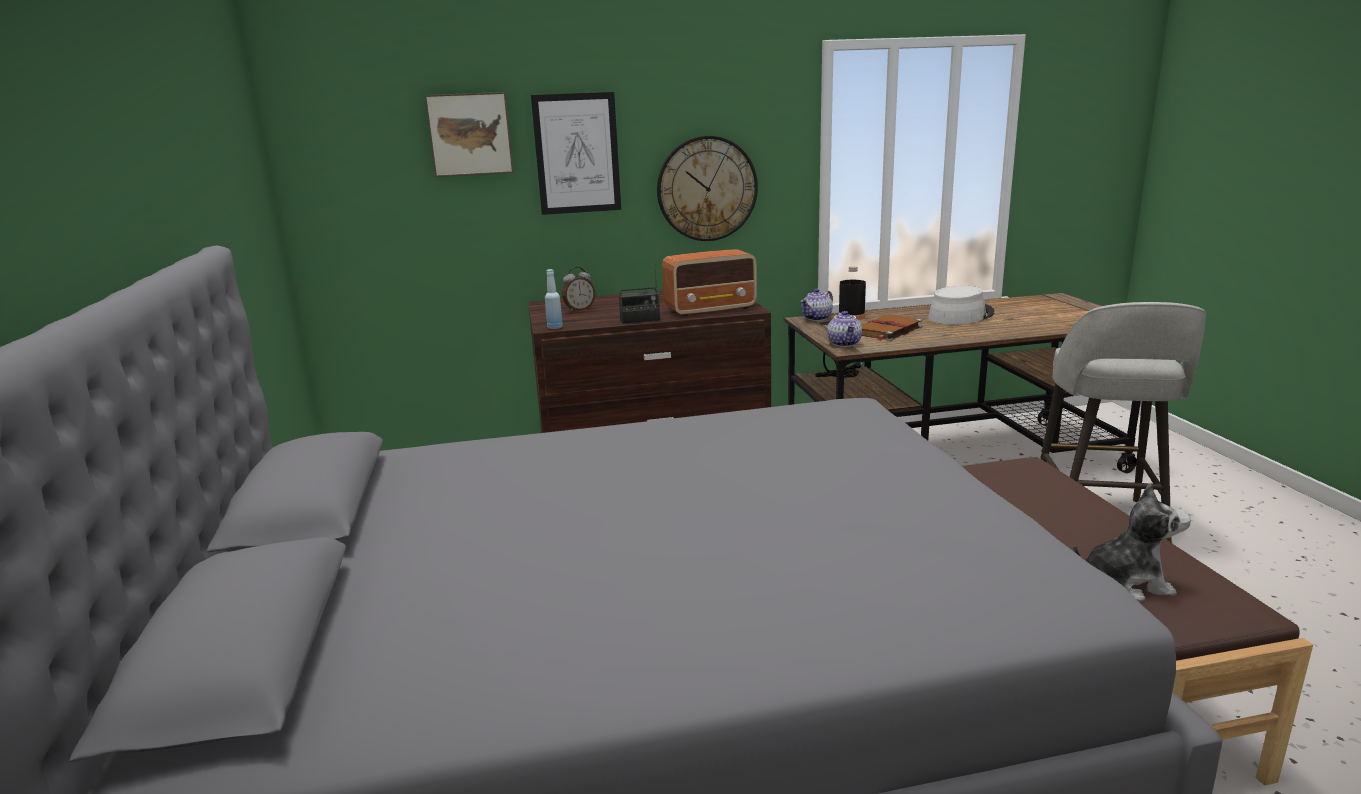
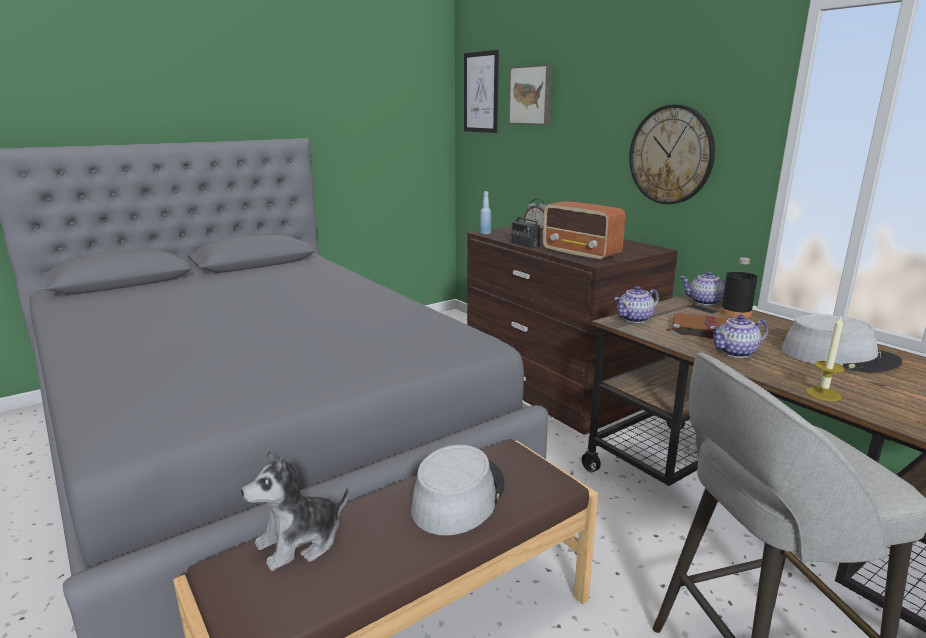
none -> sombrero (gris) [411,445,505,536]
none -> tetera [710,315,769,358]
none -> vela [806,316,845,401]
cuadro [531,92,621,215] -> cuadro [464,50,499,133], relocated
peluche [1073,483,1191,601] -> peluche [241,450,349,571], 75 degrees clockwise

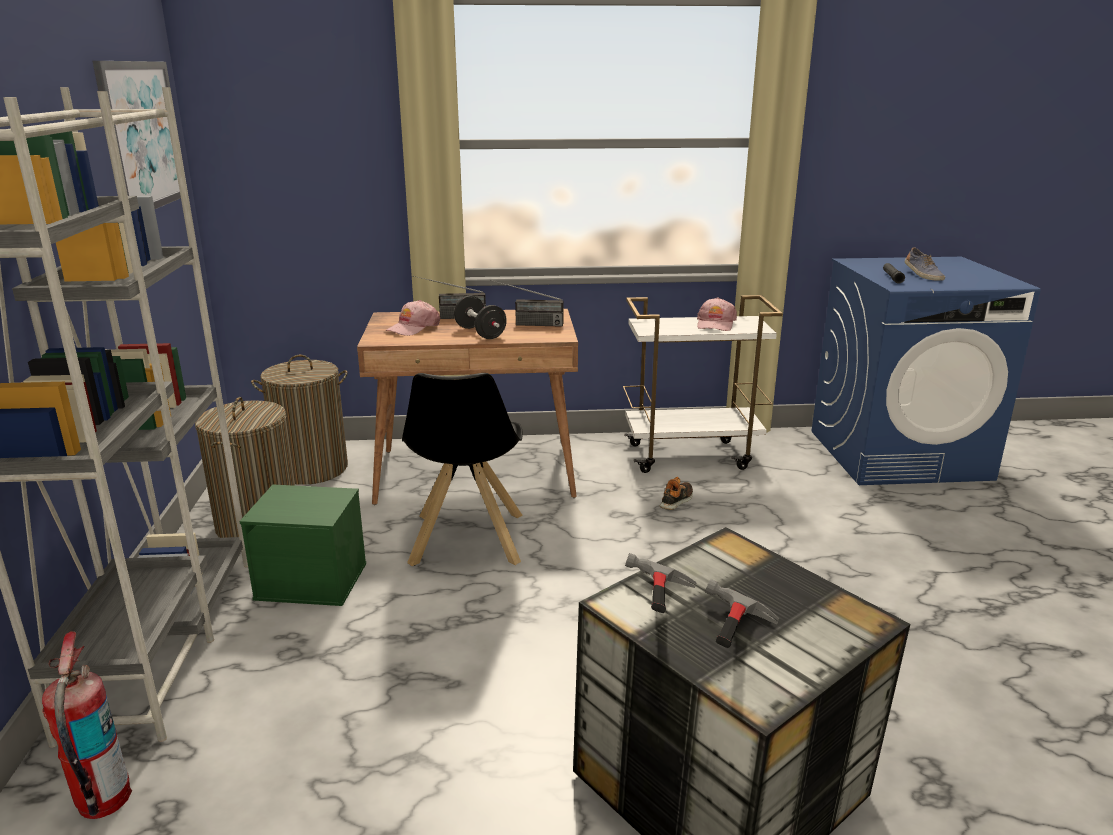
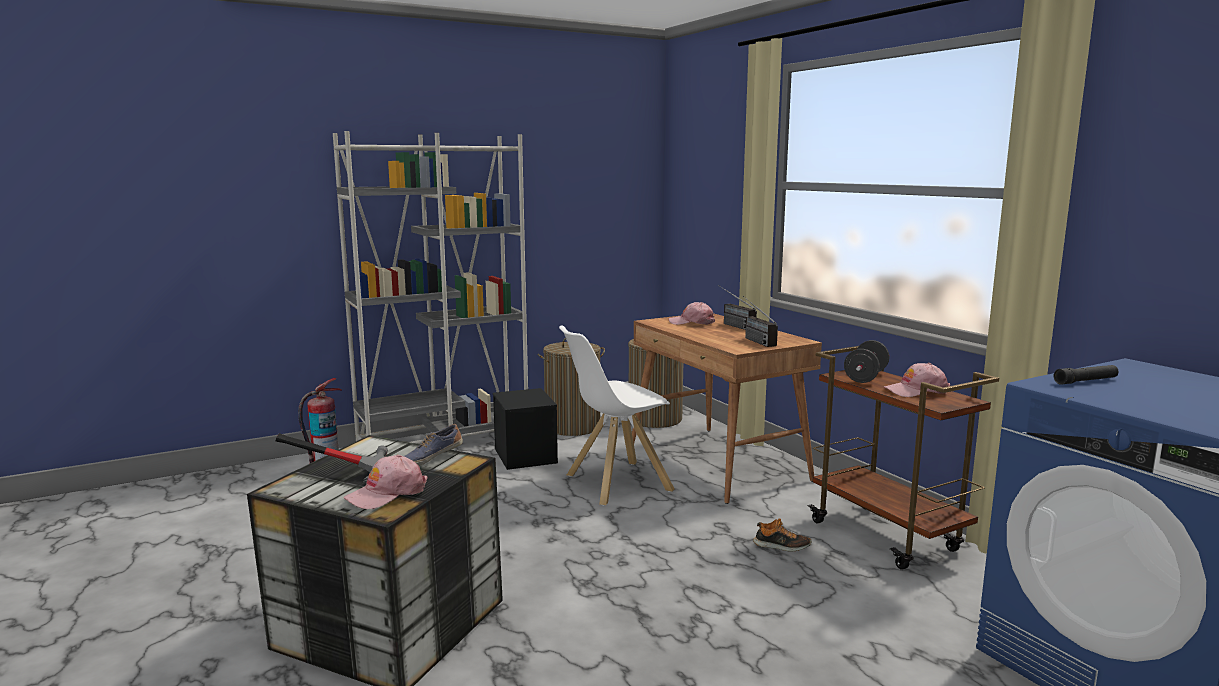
cuadro [93,61,181,209] -> none
martillo [625,553,697,613] -> none
none -> gorra (rosa) [344,455,428,509]
mancuerna (negro) [454,296,507,339] -> mancuerna (negro) [844,340,889,383], relocated
zapato [905,247,945,281] -> zapato [404,424,463,466], relocated
caja de almacenaje (verde) [239,485,366,606] -> caja de almacenaje (negro) [493,388,558,470]
silla (negro) [402,373,523,566] -> silla (blanco) [559,325,675,505]
carrito (blanco) [623,295,783,473] -> carrito (marrón) [807,346,999,570]

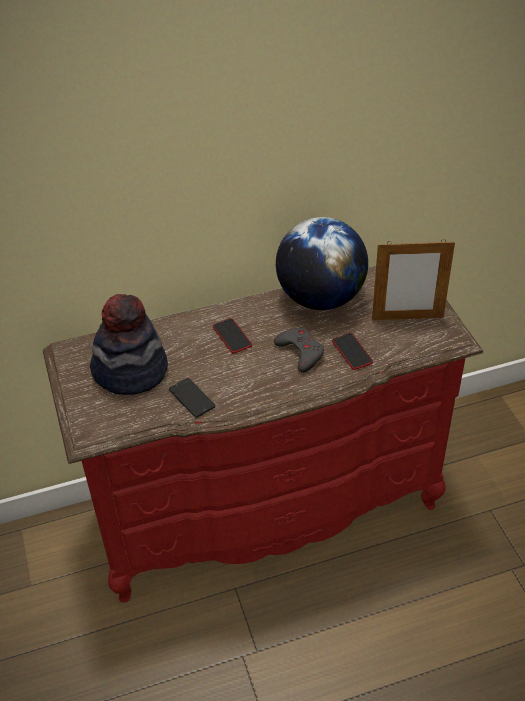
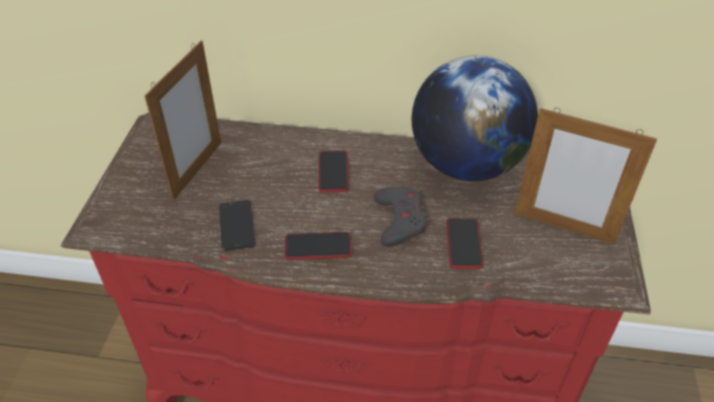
none -> móvil [284,232,352,260]
sombrero [90,294,168,395] -> portarretratos [144,40,221,200]

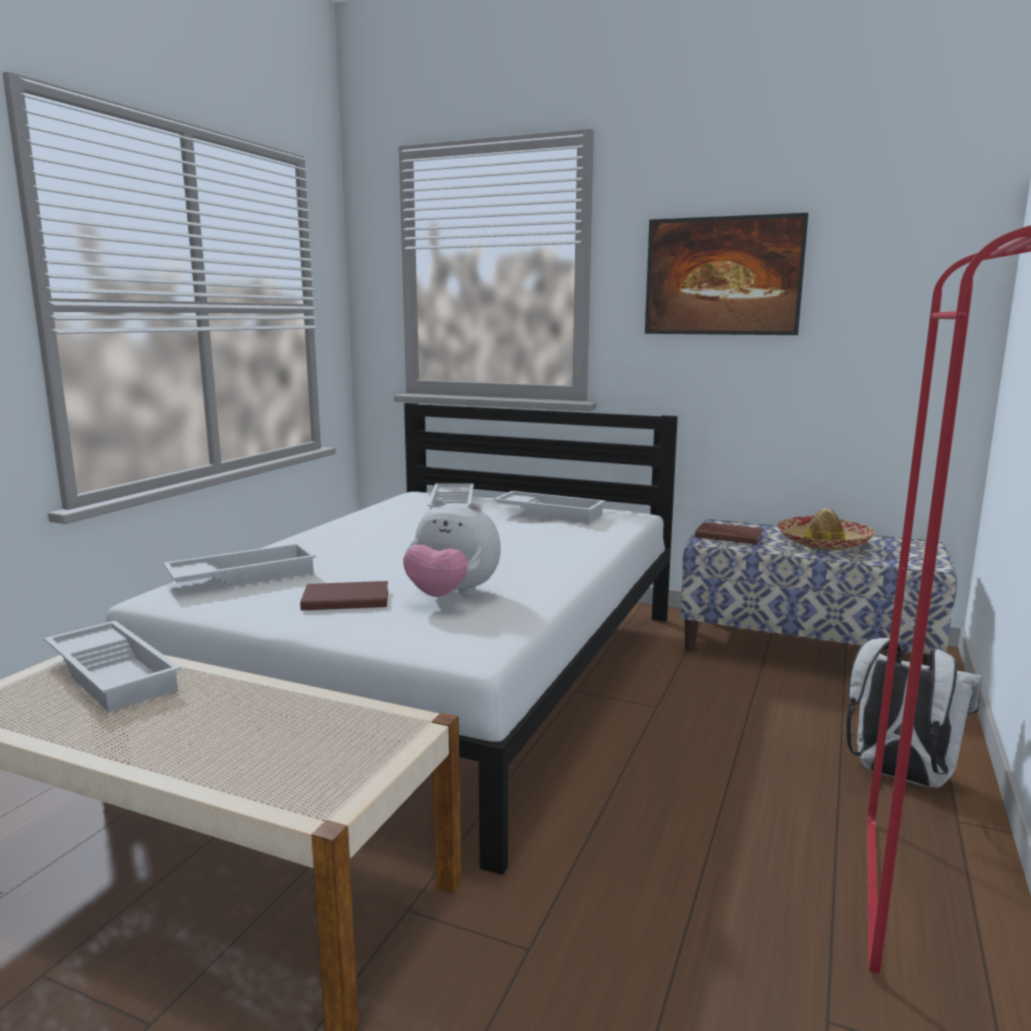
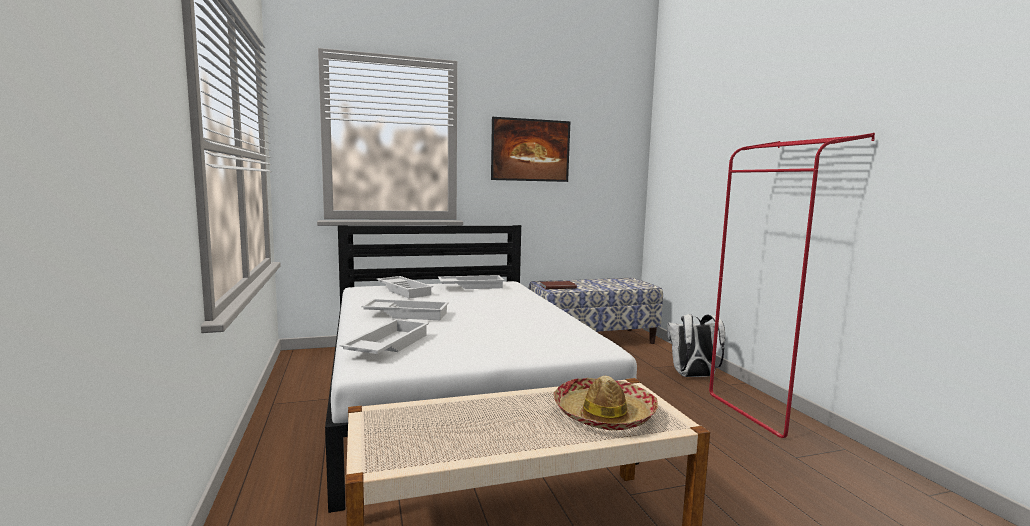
libro (marrón) [300,581,388,611] -> none
peluche [403,498,501,597] -> none
bandeja (blanco) [44,621,181,712] -> bandeja (blanco) [361,299,449,320], relocated
sombrero [777,508,875,550] -> sombrero [553,376,658,430], relocated

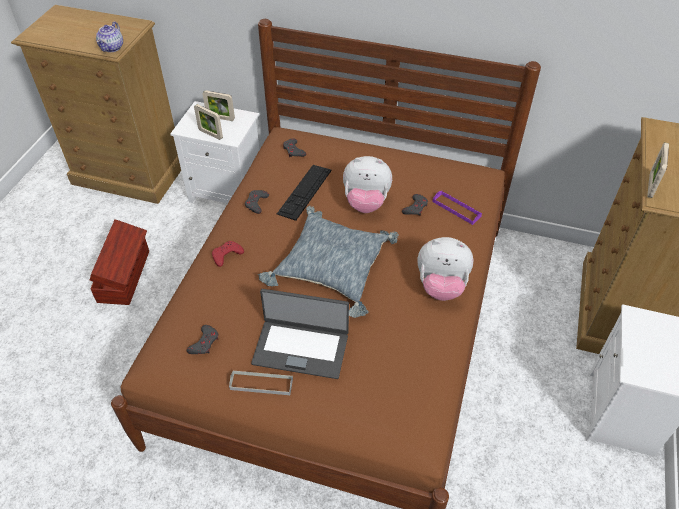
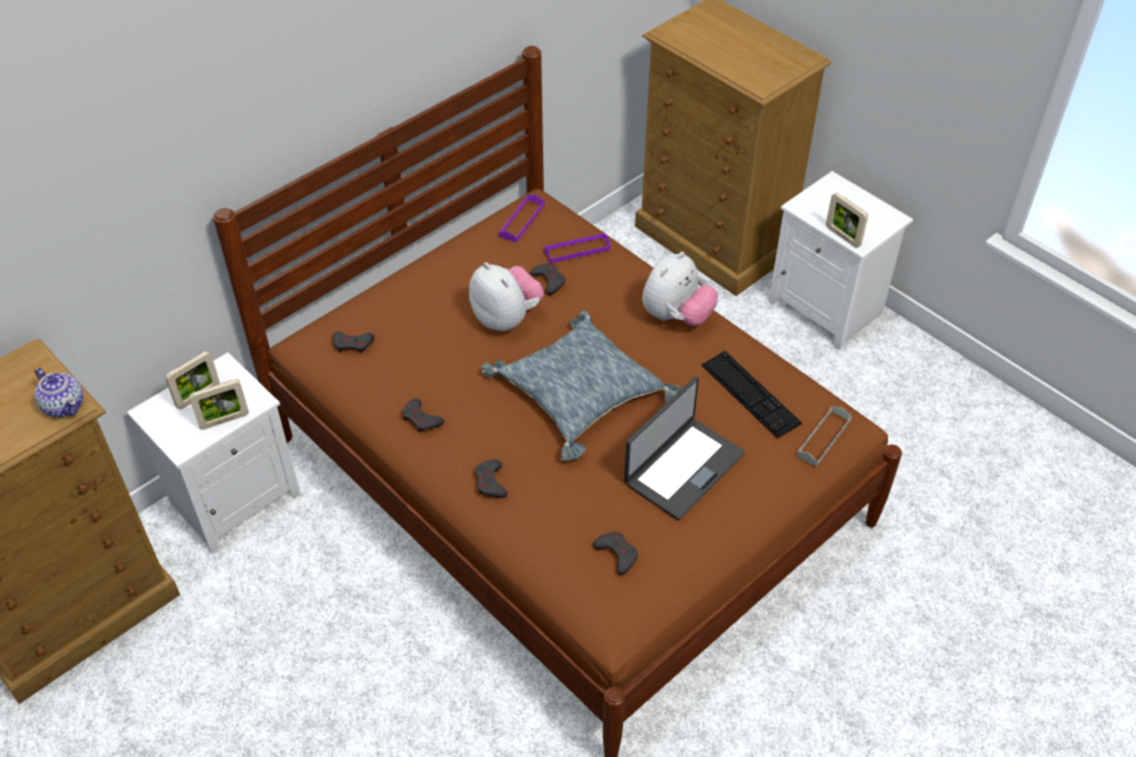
caja de almacenaje (marrón) [90,219,149,305] -> none
none -> bandeja (morado) [499,194,544,242]
bandeja (gris) [229,370,293,395] -> bandeja (gris) [796,406,852,467], relocated
teclado [277,165,331,221] -> teclado [701,351,802,438], relocated
portarretratos [647,142,669,198] -> portarretratos [826,193,868,248], relocated
mando de consola (rojo) [212,241,244,267] -> mando de consola (gris) [475,460,508,498]
peluche [343,156,392,213] -> peluche [469,262,544,332], 75 degrees counterclockwise

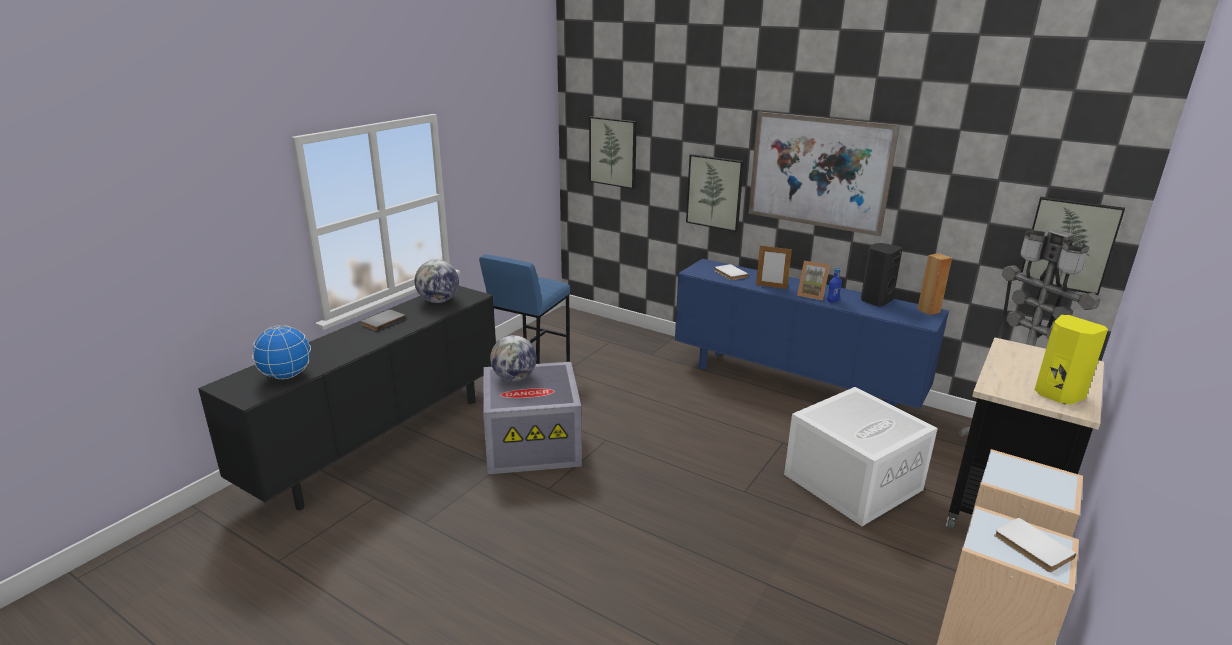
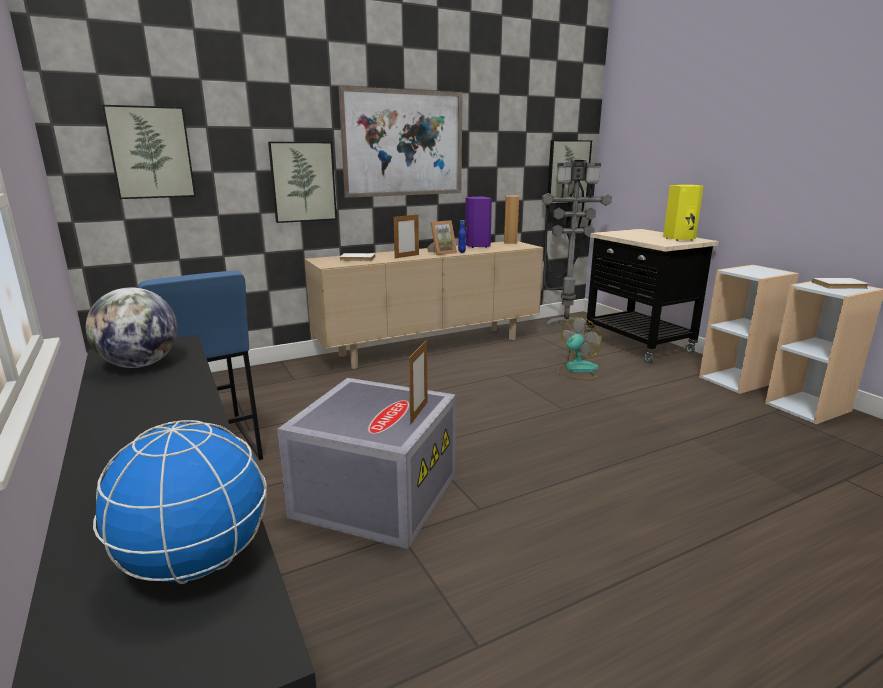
libro (gris) [361,309,406,331] -> none
globo terráqueo [490,335,537,381] -> none
none -> portarretratos [409,340,427,424]
caja de almacenaje (blanco) [784,387,938,526] -> ventilador [558,317,602,380]
armario (azul) [675,259,949,409] -> armario (beis) [305,241,544,369]
altavoz (negro) [861,243,903,306] -> altavoz (morado) [465,197,492,248]

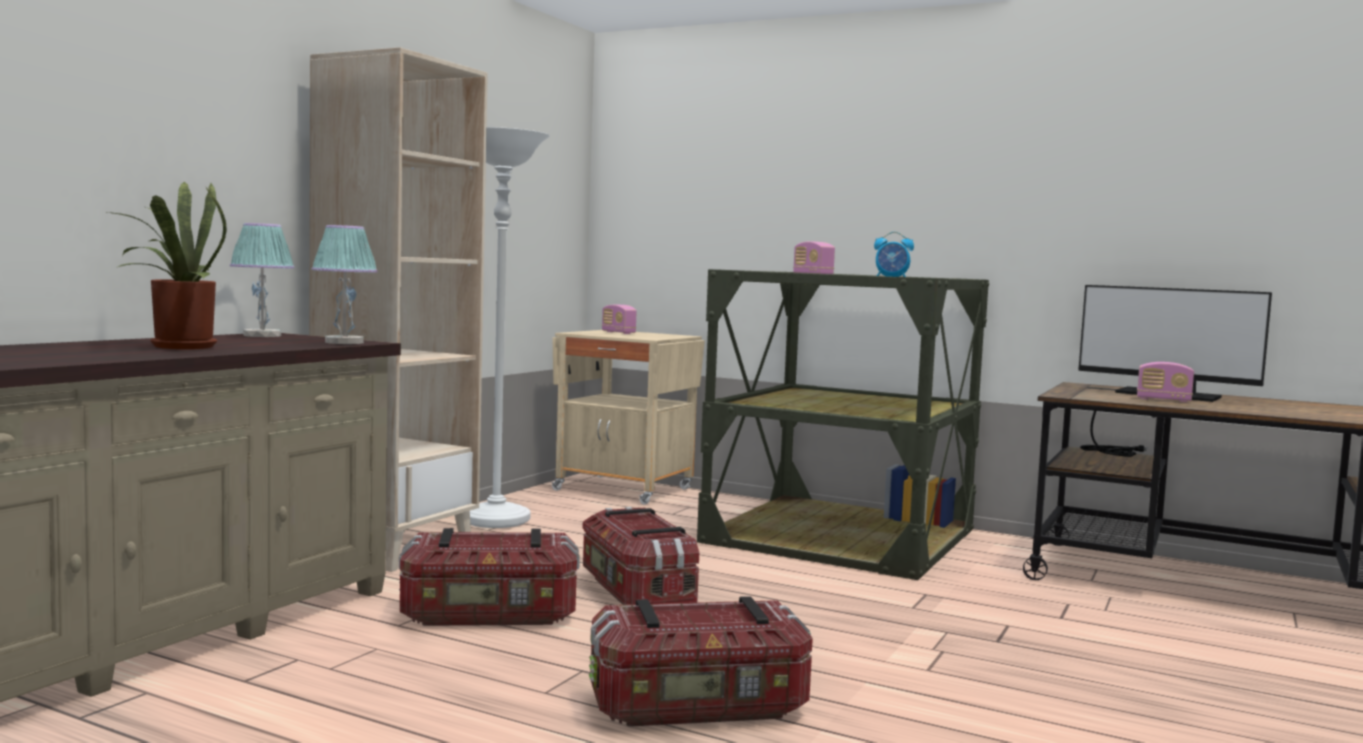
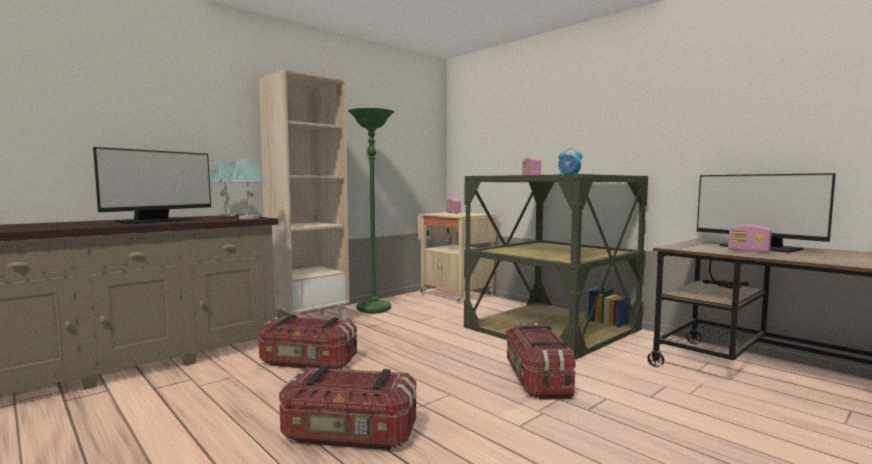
caja de almacenaje [583,507,699,605] -> caja de almacenaje [506,323,576,400], relocated
planta en maceta [108,182,227,349] -> monitor [93,147,211,224]
lámpara de pie (blanco) [470,127,550,528] -> lámpara de pie (verde) [348,108,394,313]

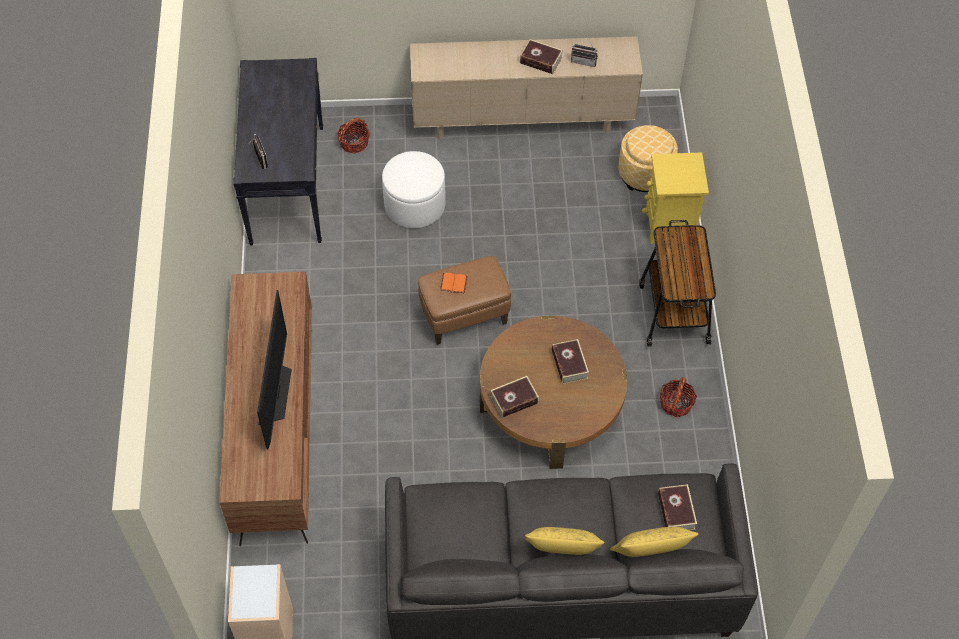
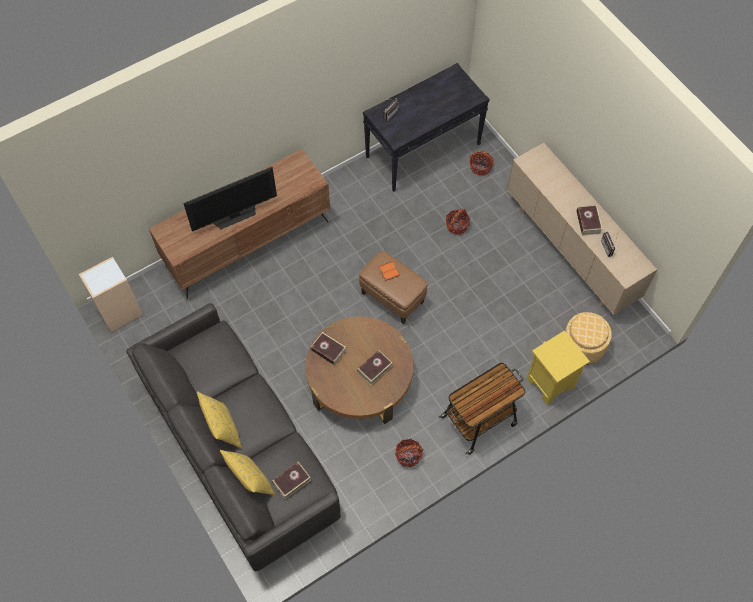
puf (blanco) [382,151,446,228] -> cesta [446,208,470,235]

